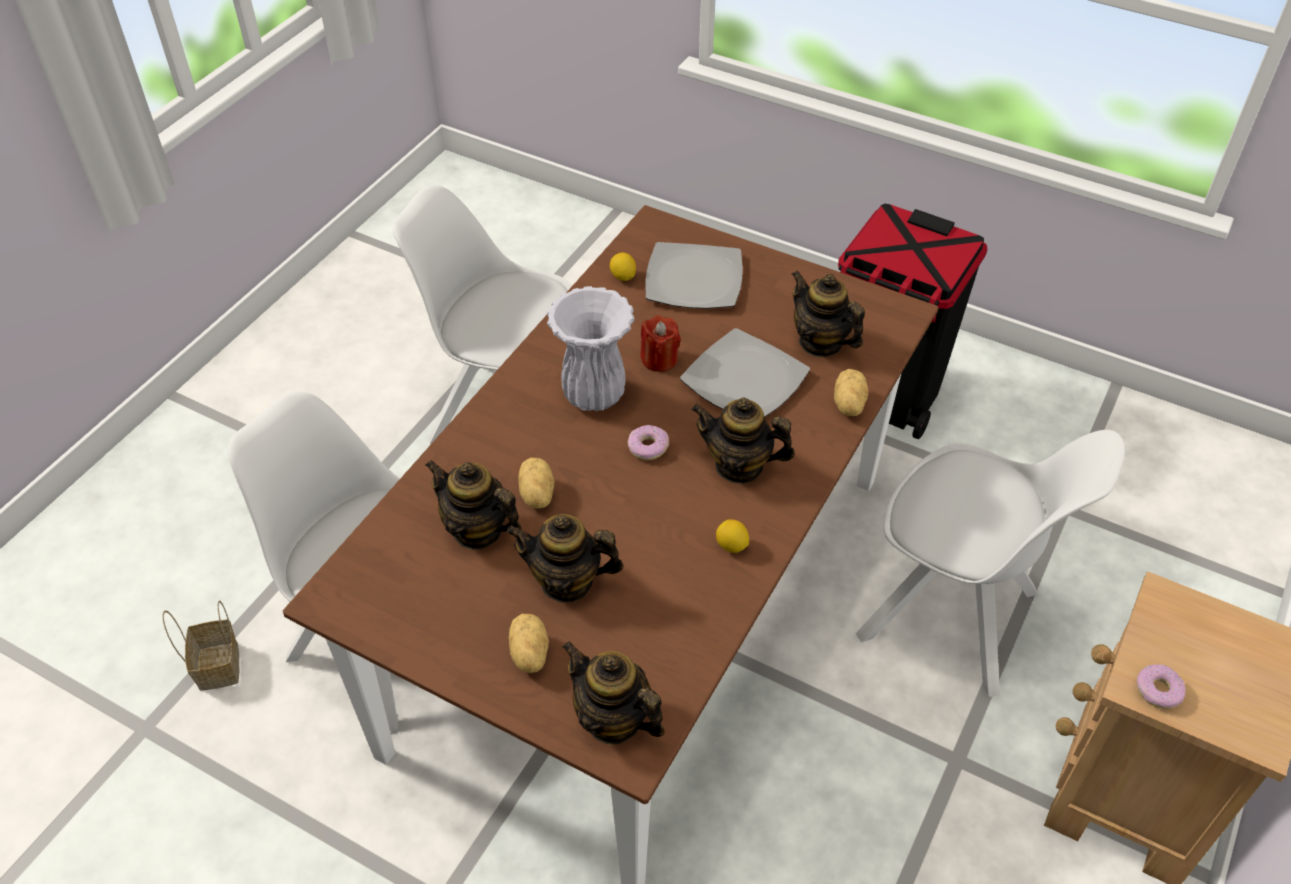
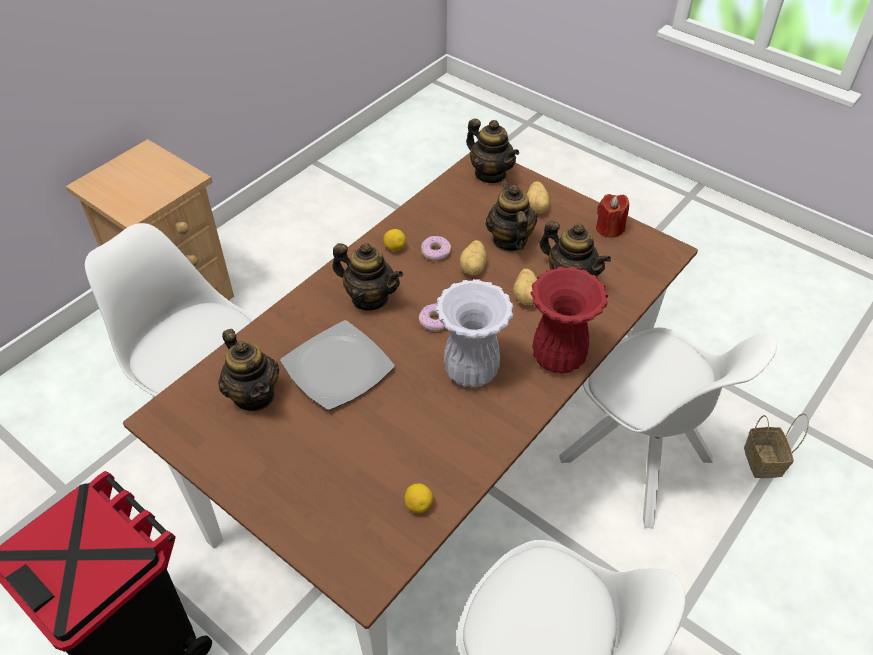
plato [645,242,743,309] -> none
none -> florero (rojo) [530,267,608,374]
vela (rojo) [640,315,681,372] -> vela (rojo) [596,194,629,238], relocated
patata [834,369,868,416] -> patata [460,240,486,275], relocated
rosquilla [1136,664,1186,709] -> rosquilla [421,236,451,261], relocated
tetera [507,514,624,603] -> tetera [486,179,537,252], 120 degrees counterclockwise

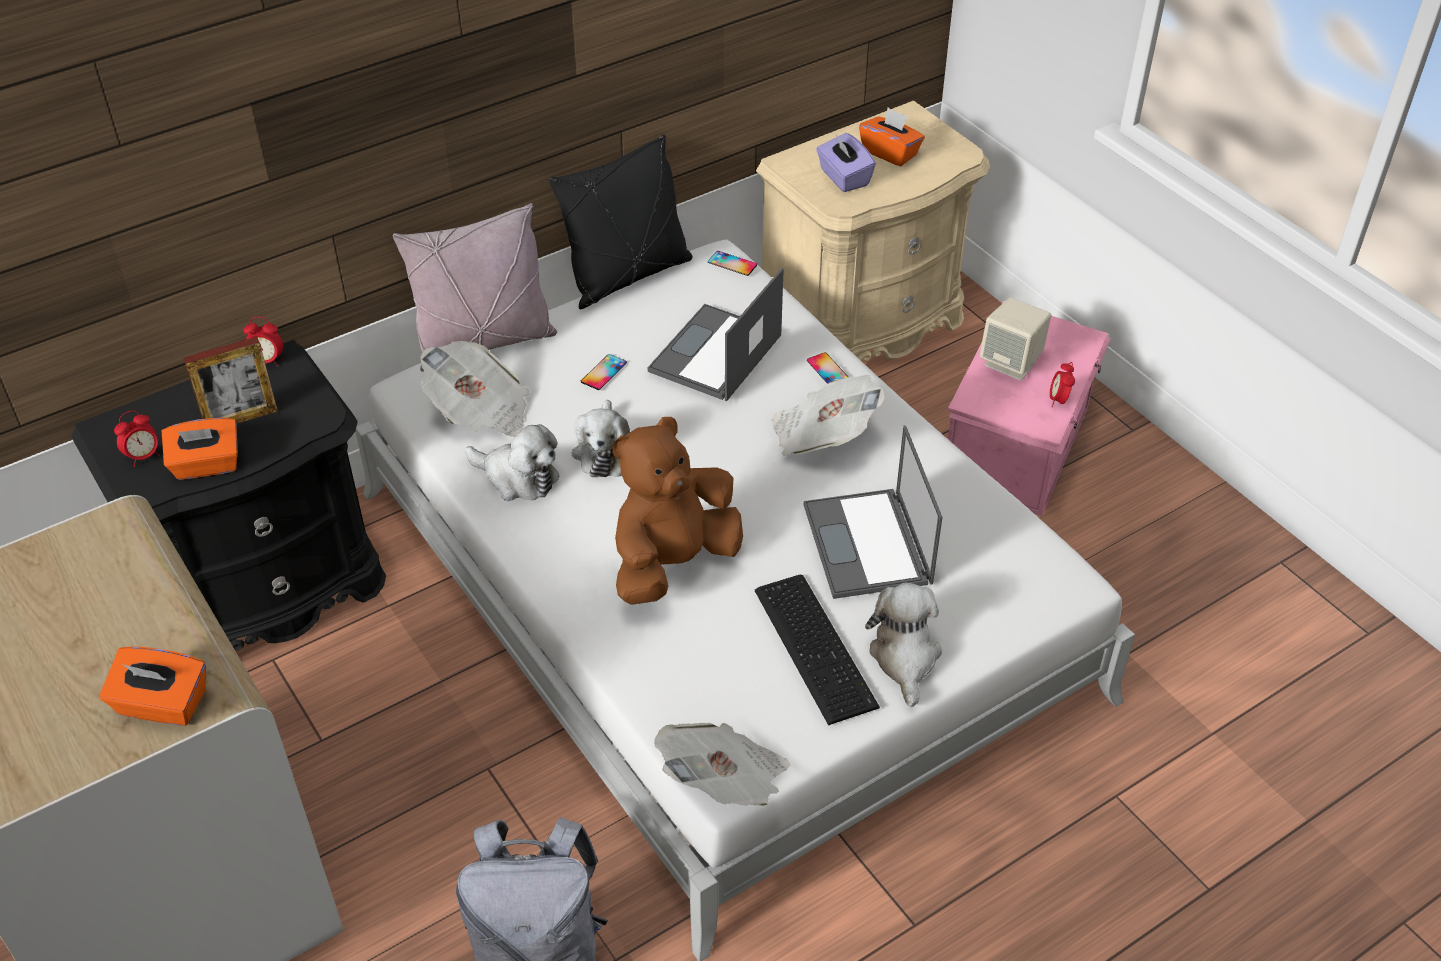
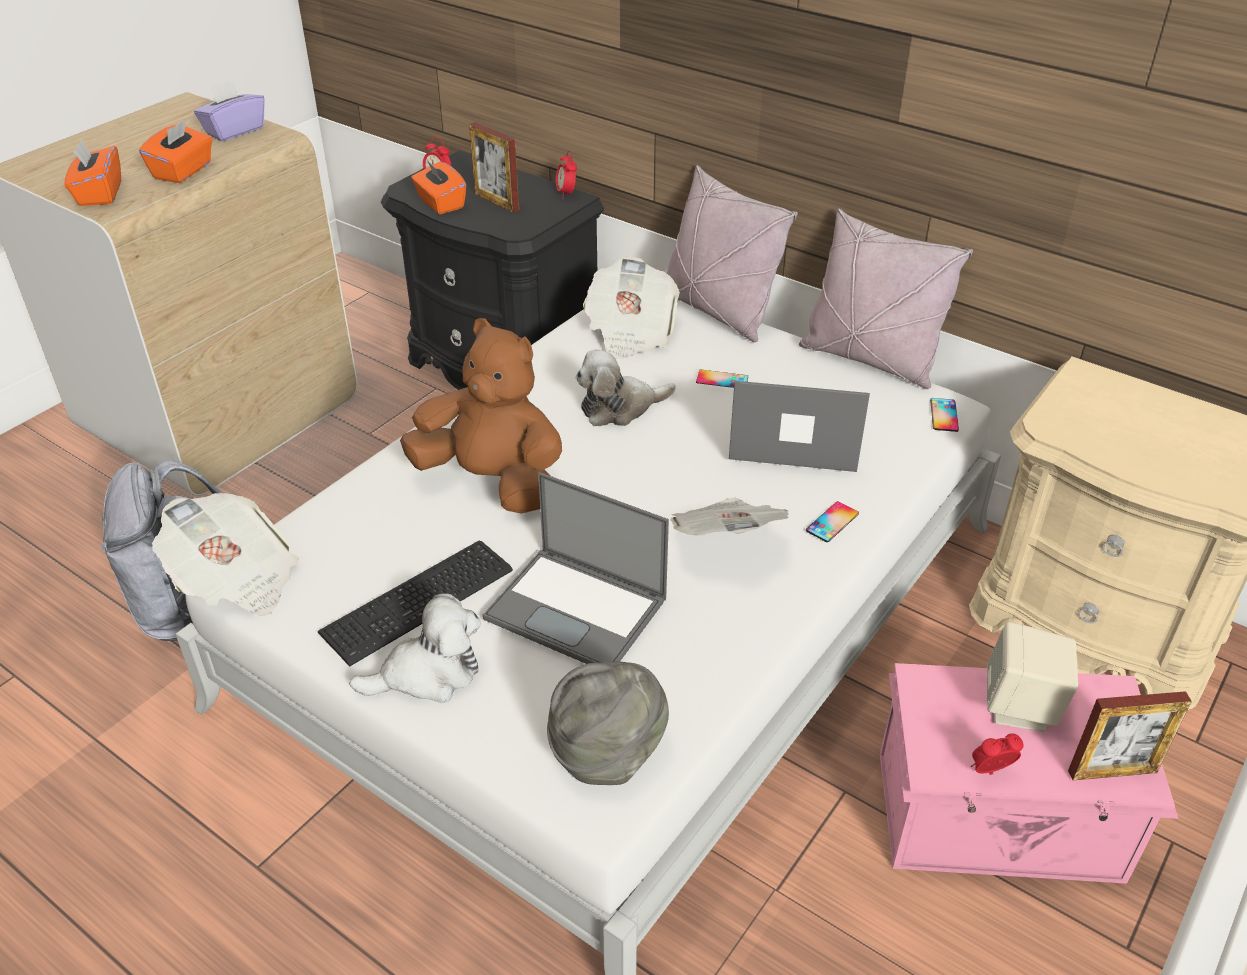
peluche [465,424,560,501] -> none
none -> sombrero (gris) [547,661,669,785]
none -> portarretratos [1068,691,1192,780]
caja de pañuelos (morado) [816,133,876,192] -> caja de pañuelos (morado) [194,80,265,141], relocated
caja de pañuelos (naranja) [859,108,925,166] -> caja de pañuelos (naranja) [139,120,213,183], relocated
cojín (negro) [549,134,693,309] -> cojín (morado) [799,209,973,389]
portátil [804,425,942,599] -> portátil [483,472,669,664], 120 degrees counterclockwise

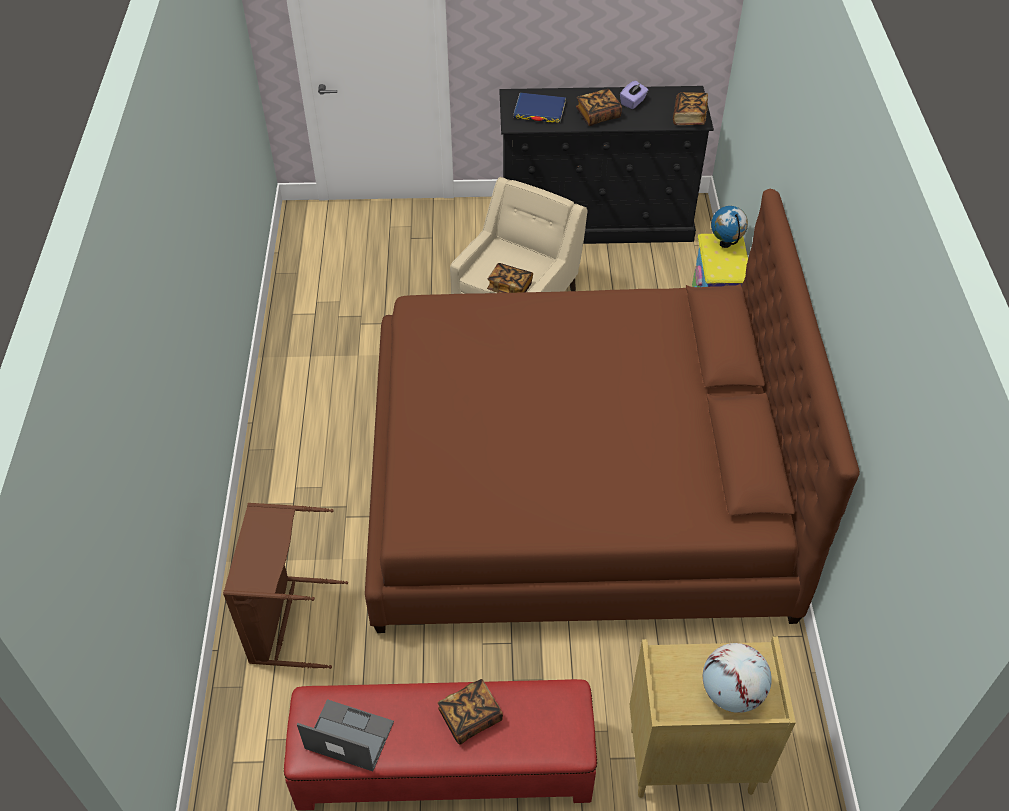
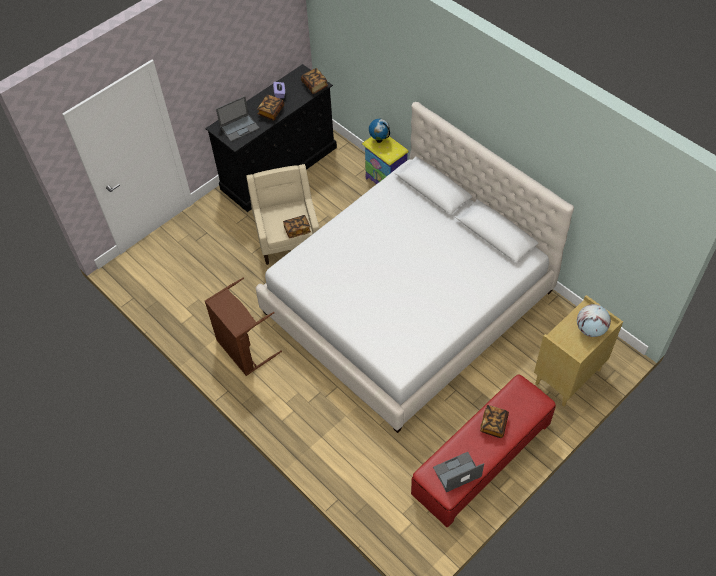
cesto de la ropa (marrón) [223,503,348,669] -> cesto de la ropa (marrón) [205,278,282,376], relocated
libro (azul) [514,92,566,123] -> portátil [216,96,260,142]
cama (marrón) [365,189,860,633] -> cama (blanco) [256,102,574,433]

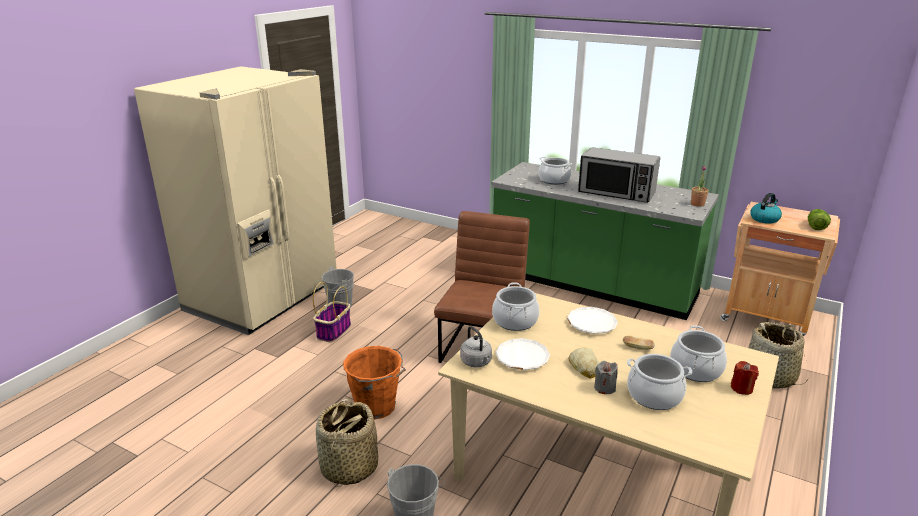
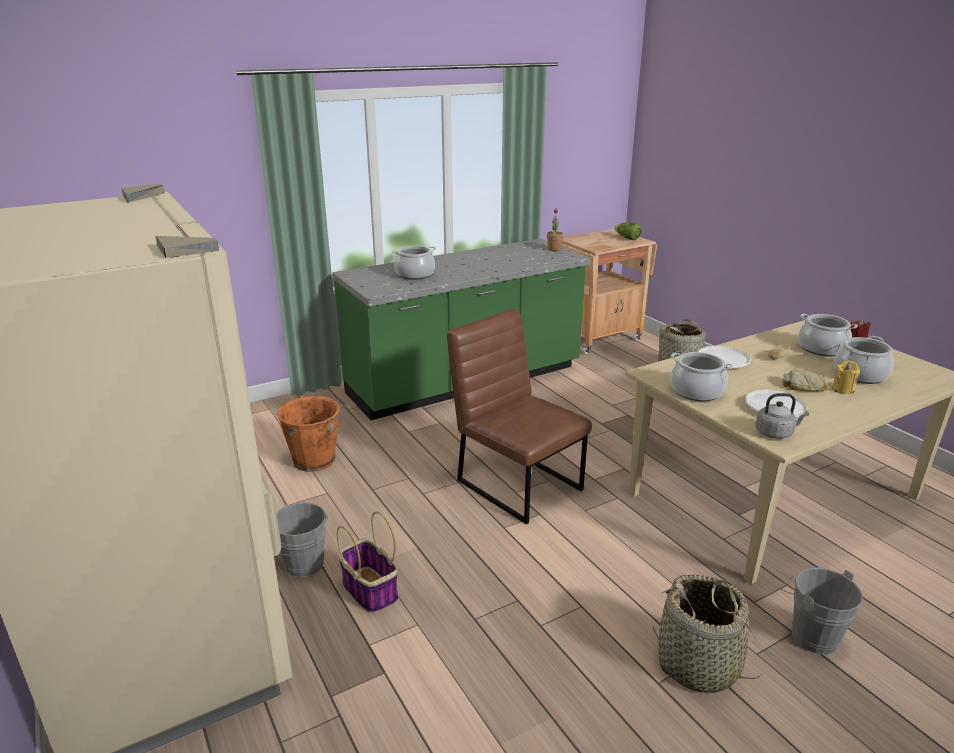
microondas [578,147,660,203] -> none
hervidor [750,193,782,224] -> none
cubo (naranja) [343,346,406,419] -> cubo (naranja) [277,395,347,472], relocated
vela (gris) [594,361,618,394] -> vela (amarillo) [832,361,860,394]

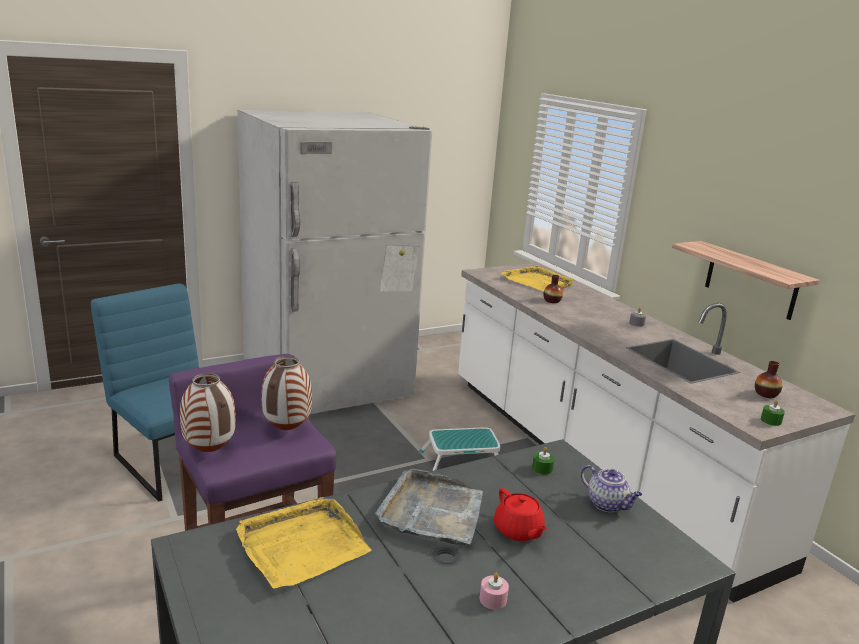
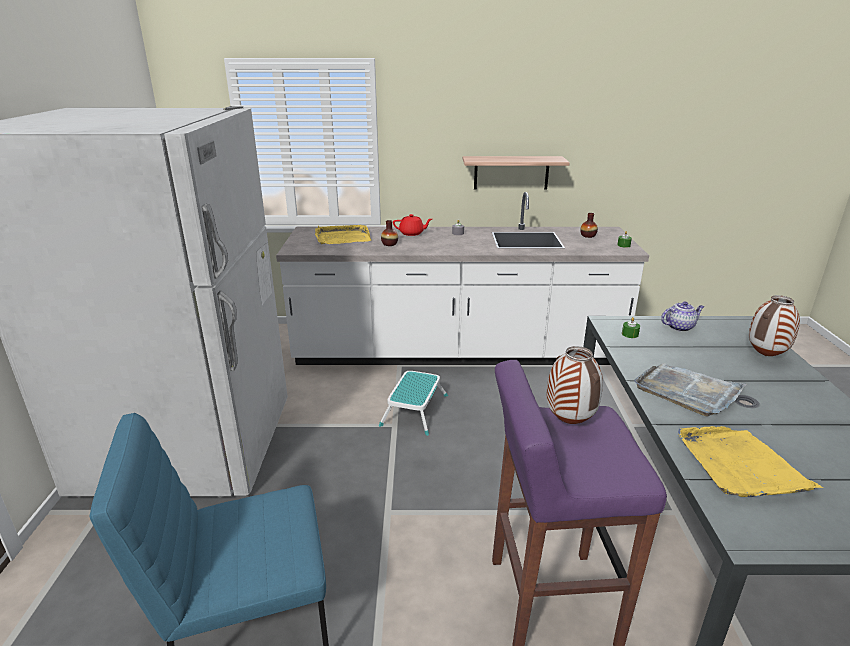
vela (rosa) [480,573,509,610] -> none
florero [180,373,236,452] -> florero [749,295,800,356], relocated
tetera (rojo) [494,488,547,541] -> tetera (rojo) [393,214,432,236], relocated

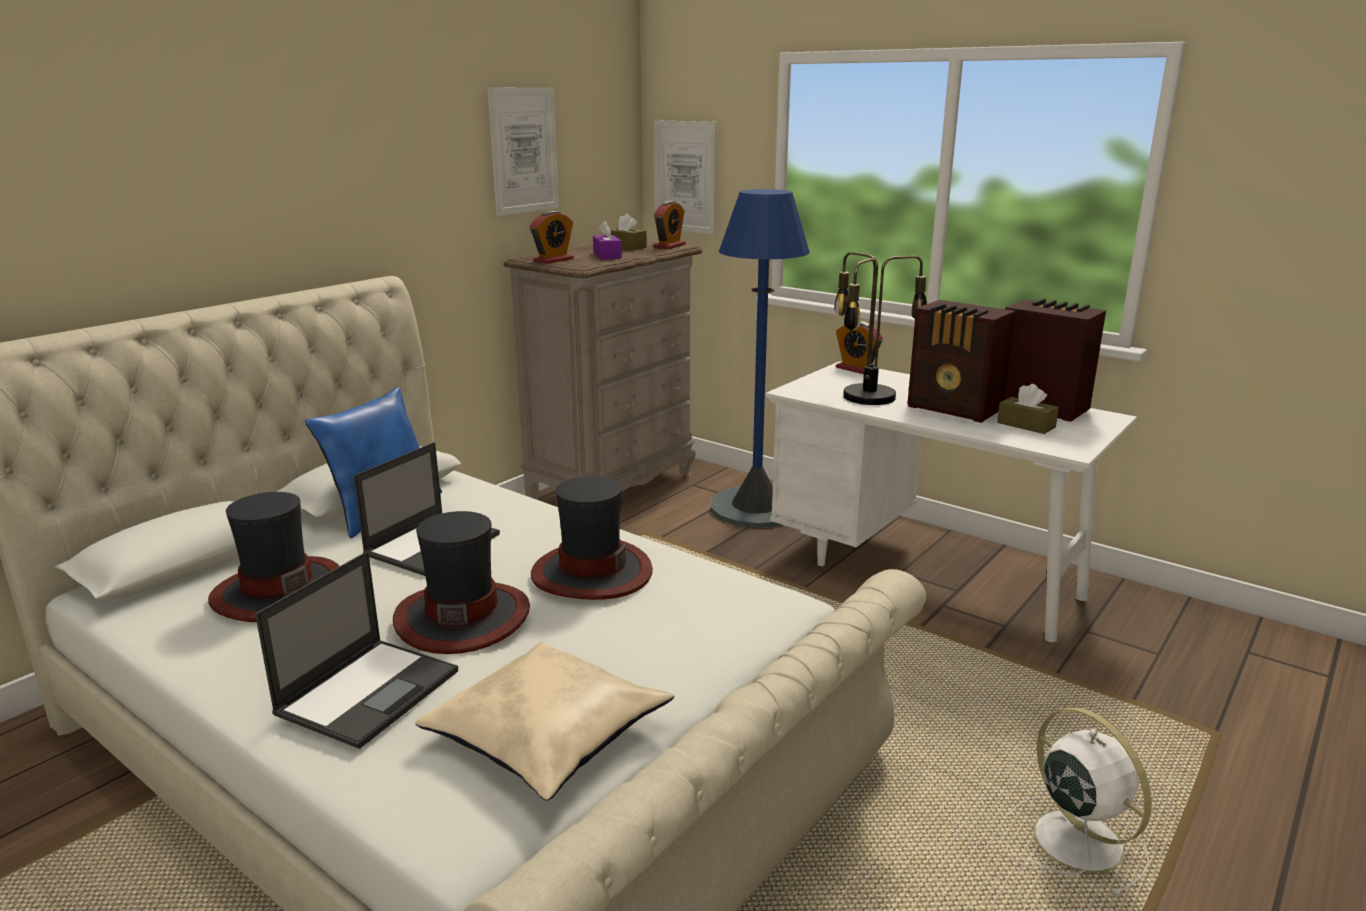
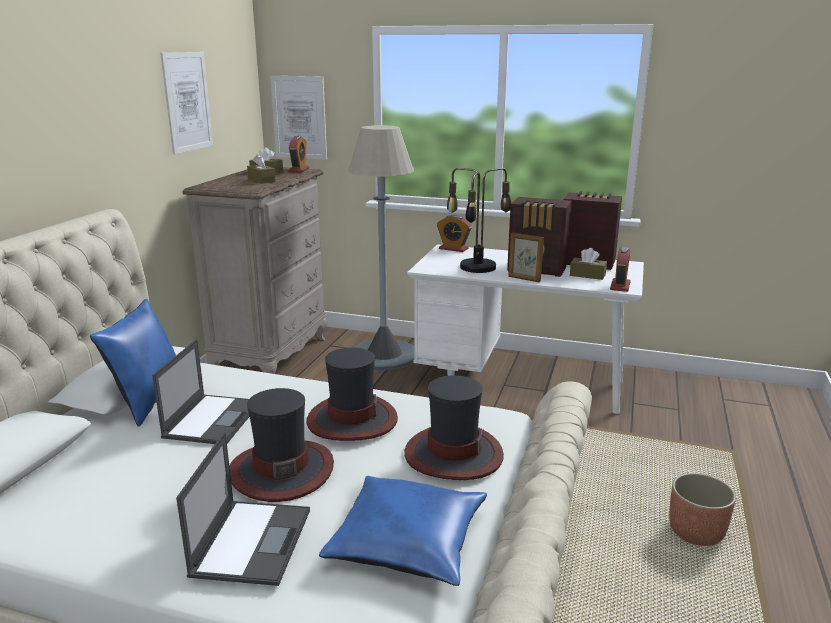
none -> portarretratos [508,232,544,282]
sombrero [208,492,339,622] -> sombrero [404,375,504,480], relocated
despertador [530,211,574,264] -> despertador [610,246,631,292], relocated
ventilador (blanco) [1008,707,1152,897] -> maceta [669,473,736,546]
cojín (beis) [415,642,675,801] -> cojín (azul) [319,476,487,586]
caja de pañuelos (morado) [593,221,622,259] -> caja de pañuelos (marrón) [247,154,276,184]
lámpara de pie (azul) [710,189,810,528] -> lámpara de pie (gris) [348,125,415,370]

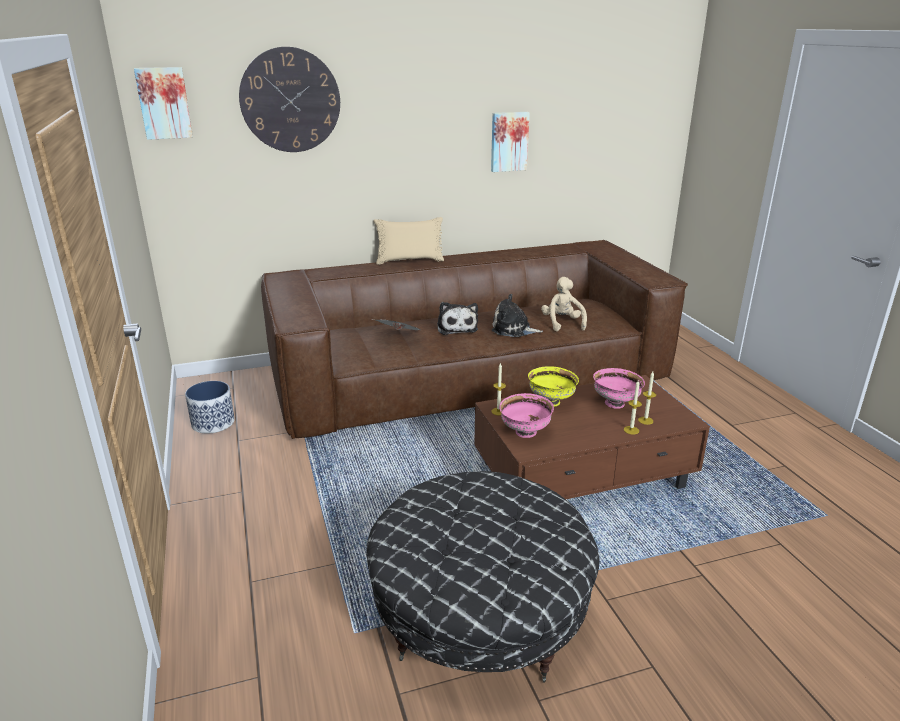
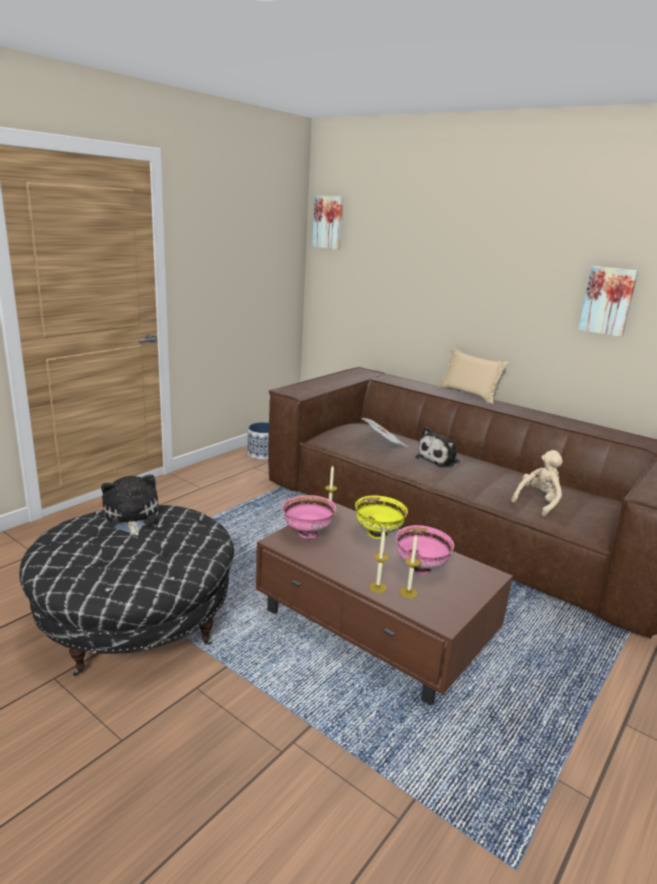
reloj de pared [239,47,340,152] -> none
peluche [492,294,543,337] -> peluche [101,474,159,536], relocated

